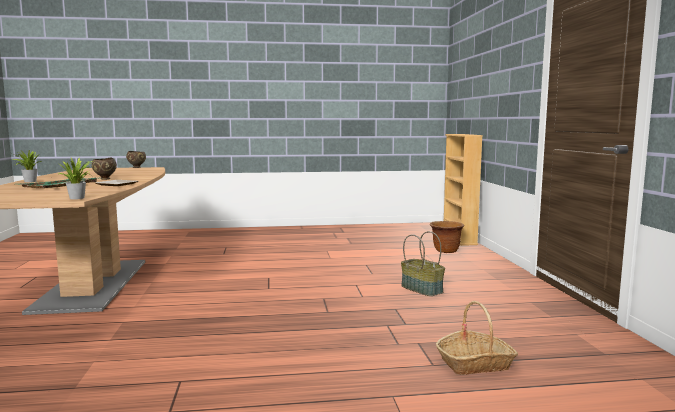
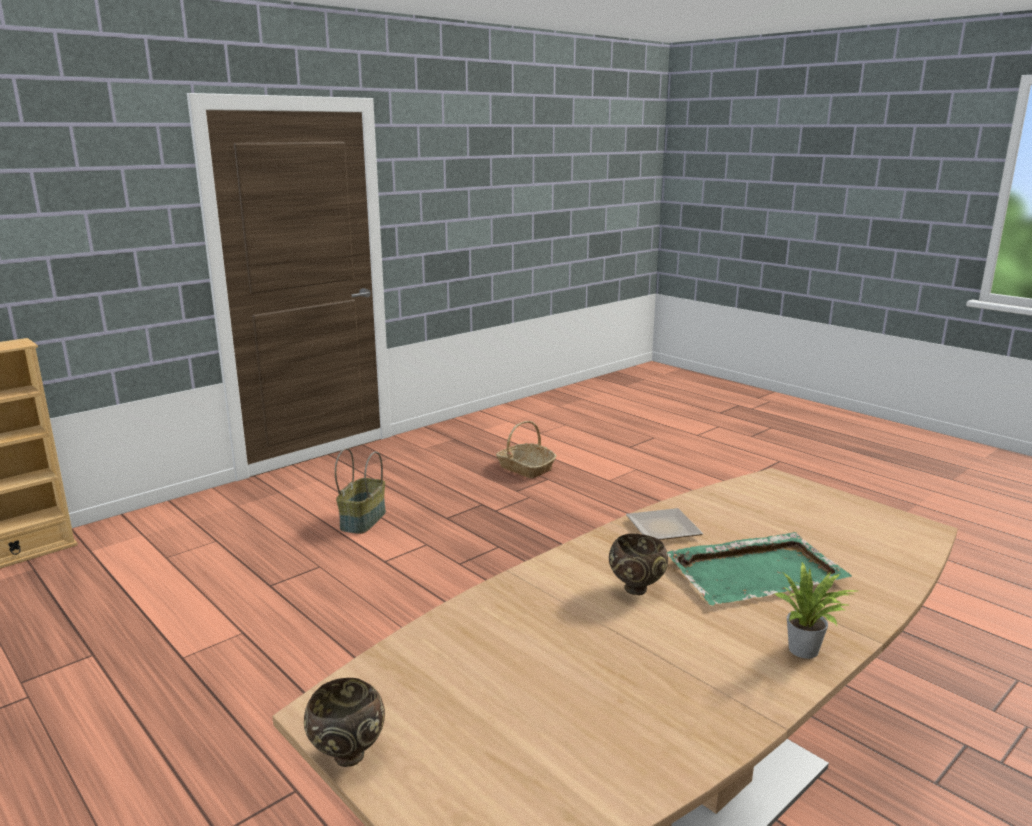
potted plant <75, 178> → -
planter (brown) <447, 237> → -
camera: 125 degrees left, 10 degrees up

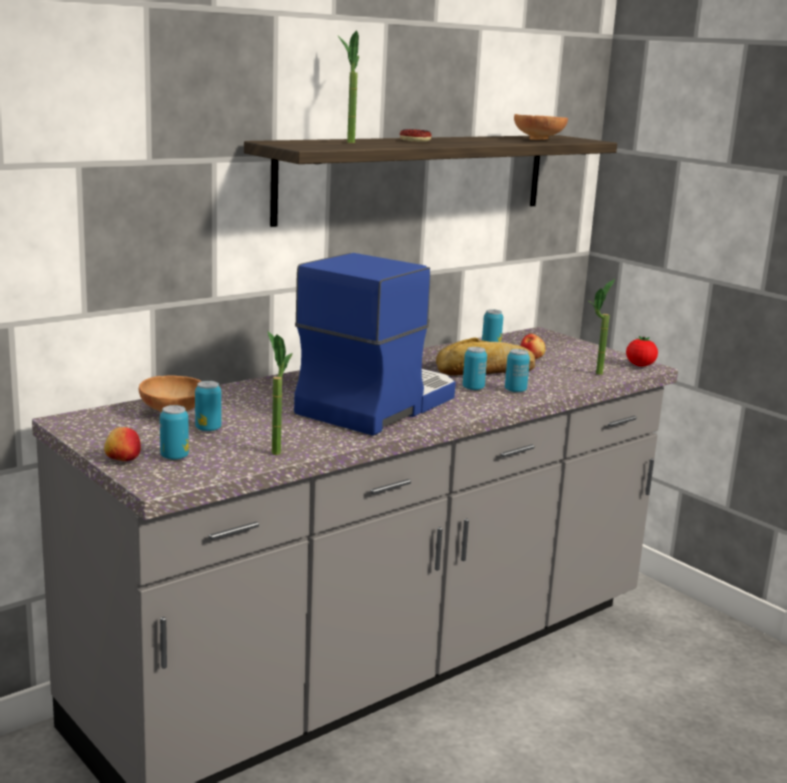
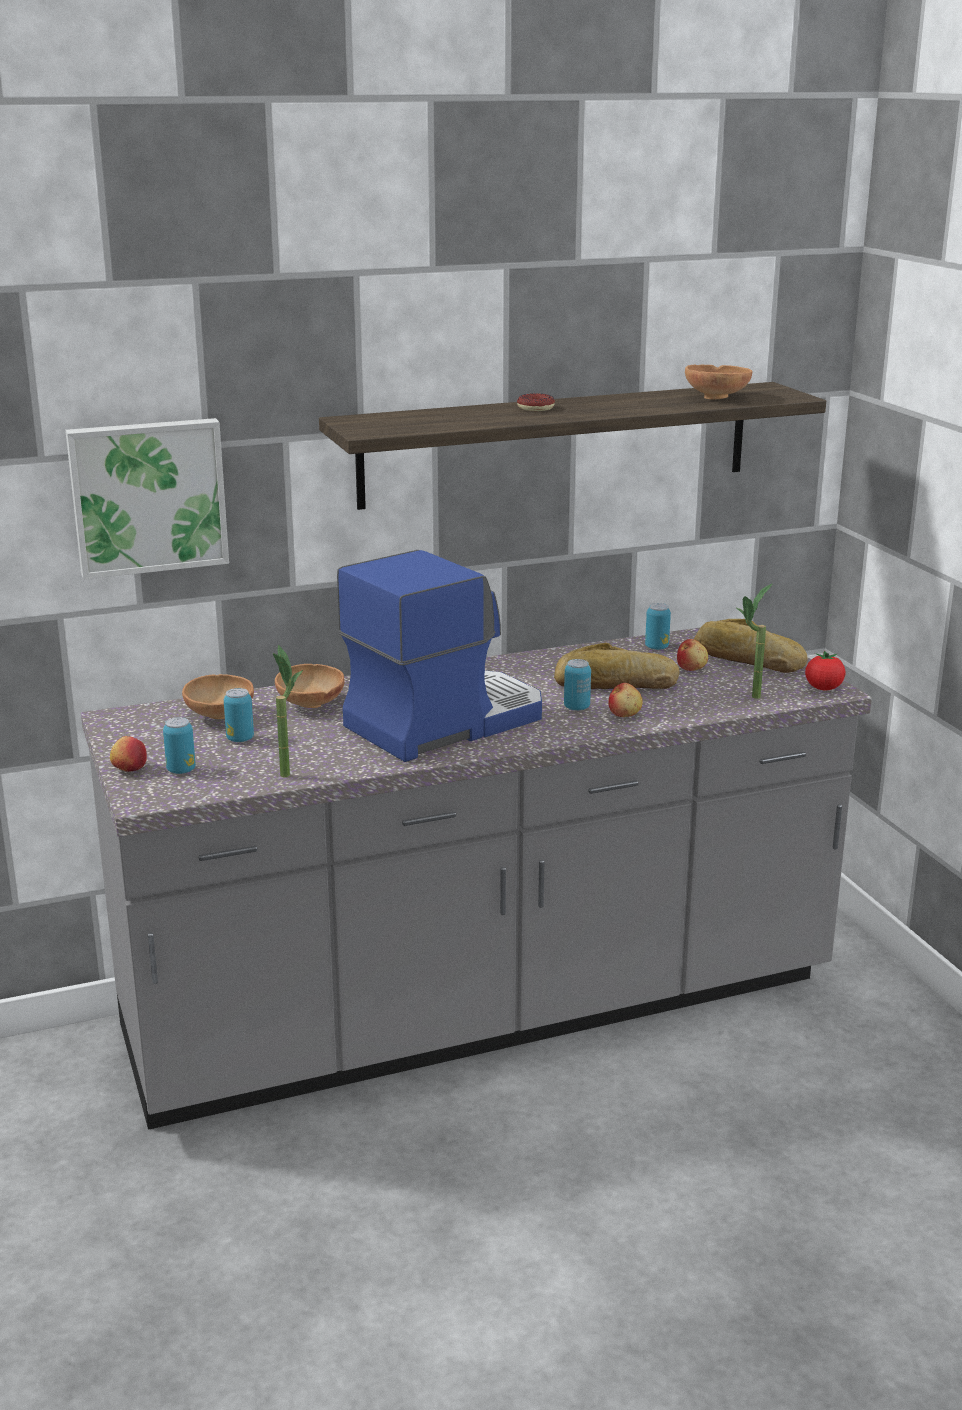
- → picture <147, 498>
- → bowl (brown) <310, 686>
can <517, 371> → apple <625, 700>
- → bread <751, 646>
potted plant <348, 86> → -
camera: 20 degrees right, 5 degrees up

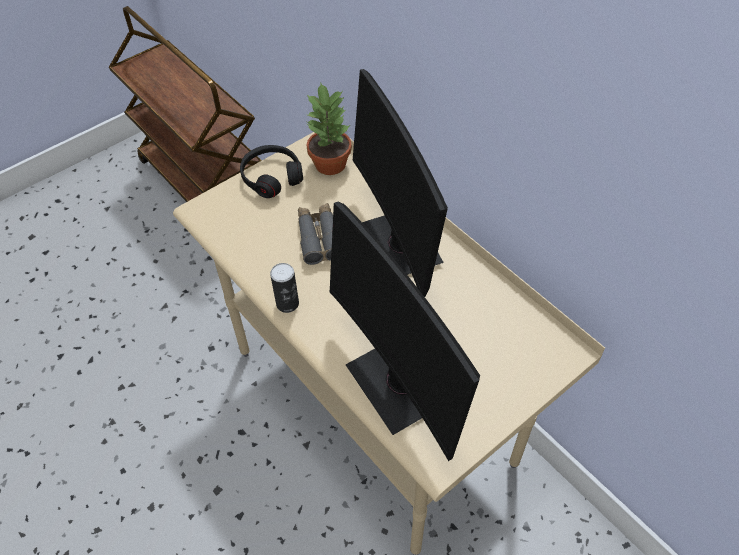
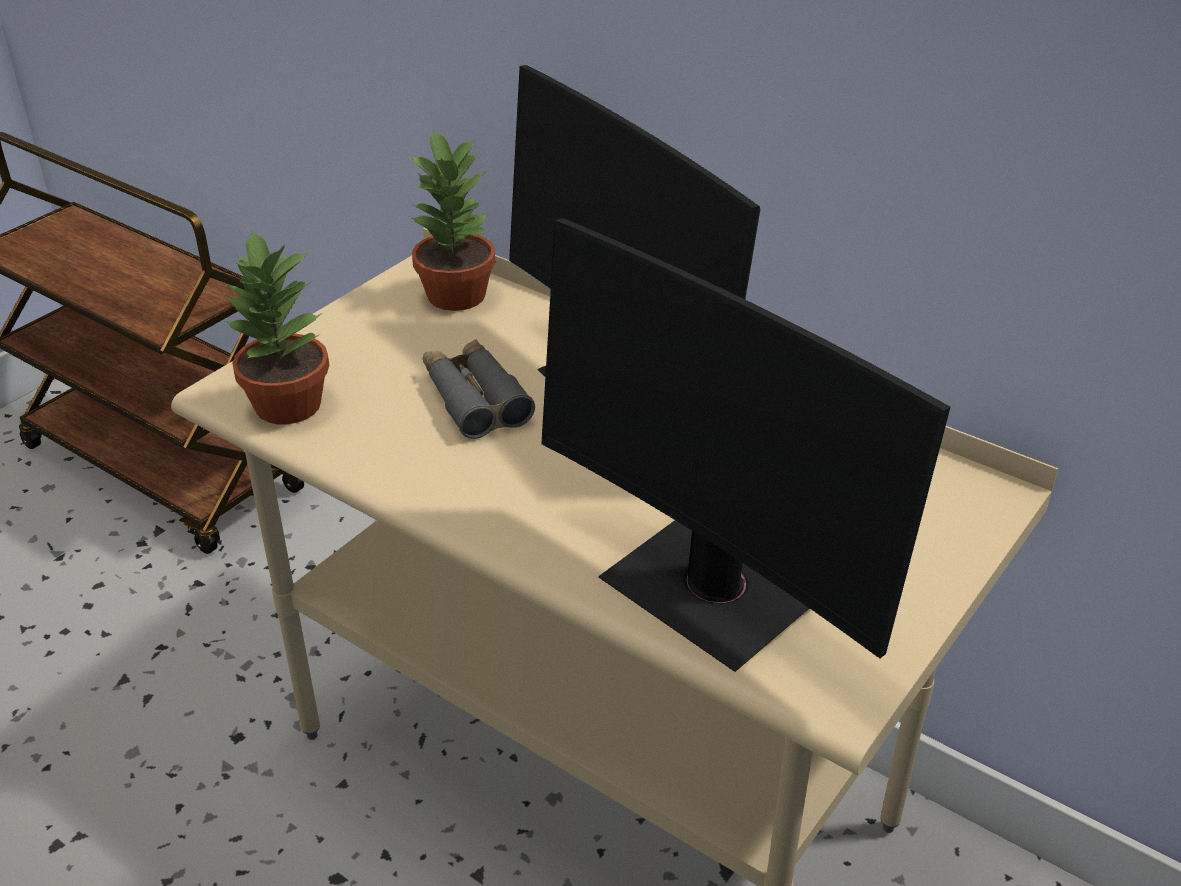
- → potted plant <277, 326>
headphones (black) <271, 171> → -
can <284, 288> → -
camera: 15 degrees left, 15 degrees down

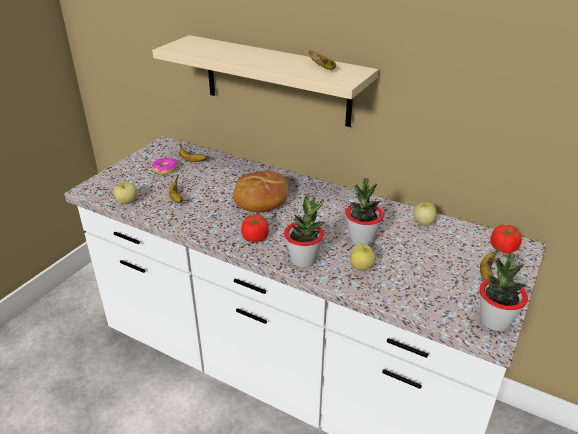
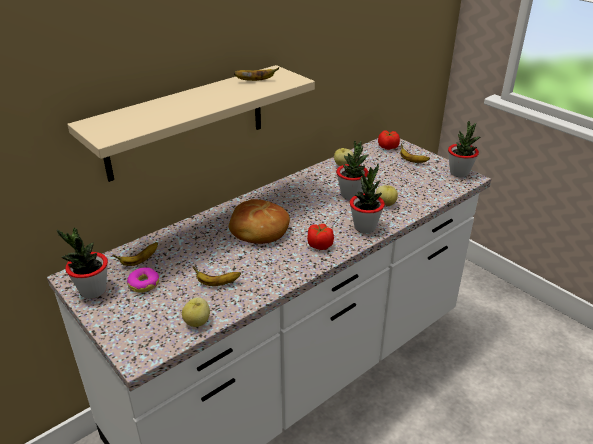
- → potted plant <82, 263>
camera: 70 degrees left, 0 degrees up

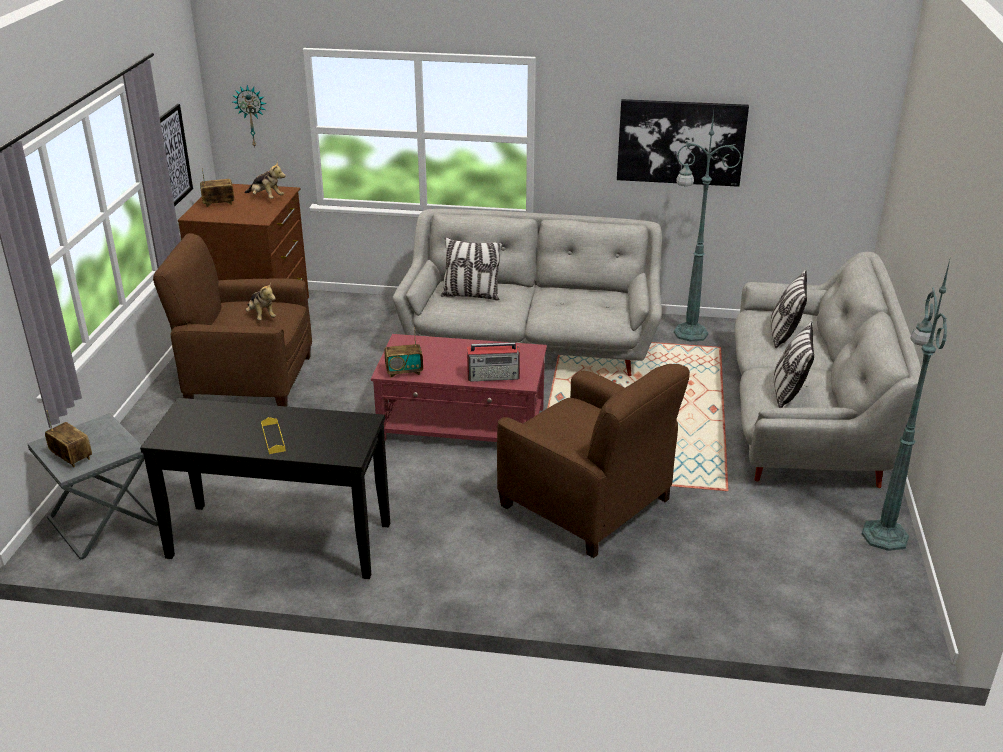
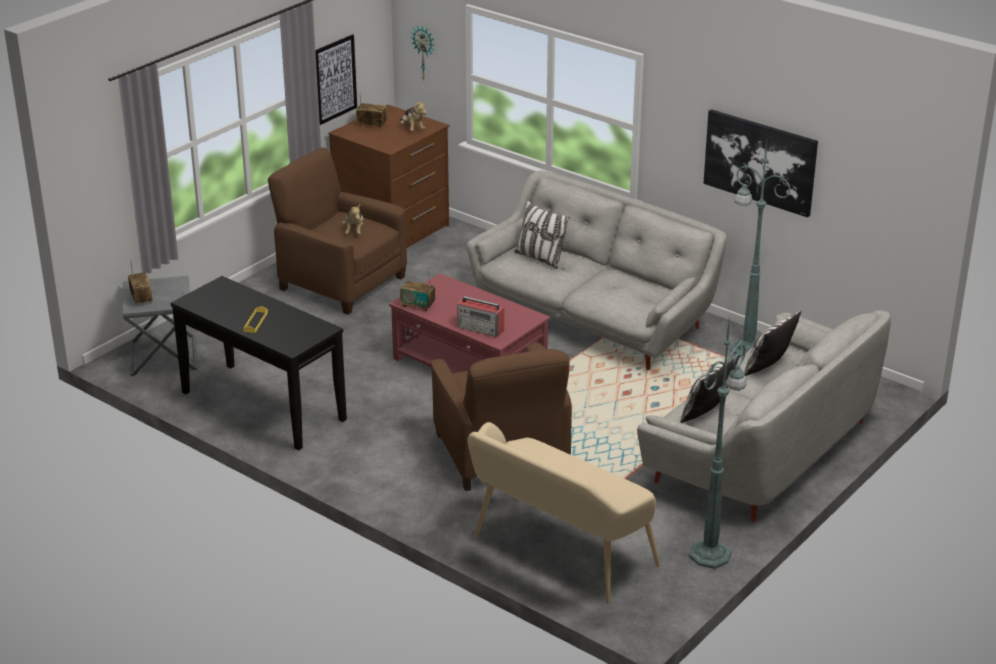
- → bench (beige) <564, 513>
camera: 30 degrees right, 0 degrees up

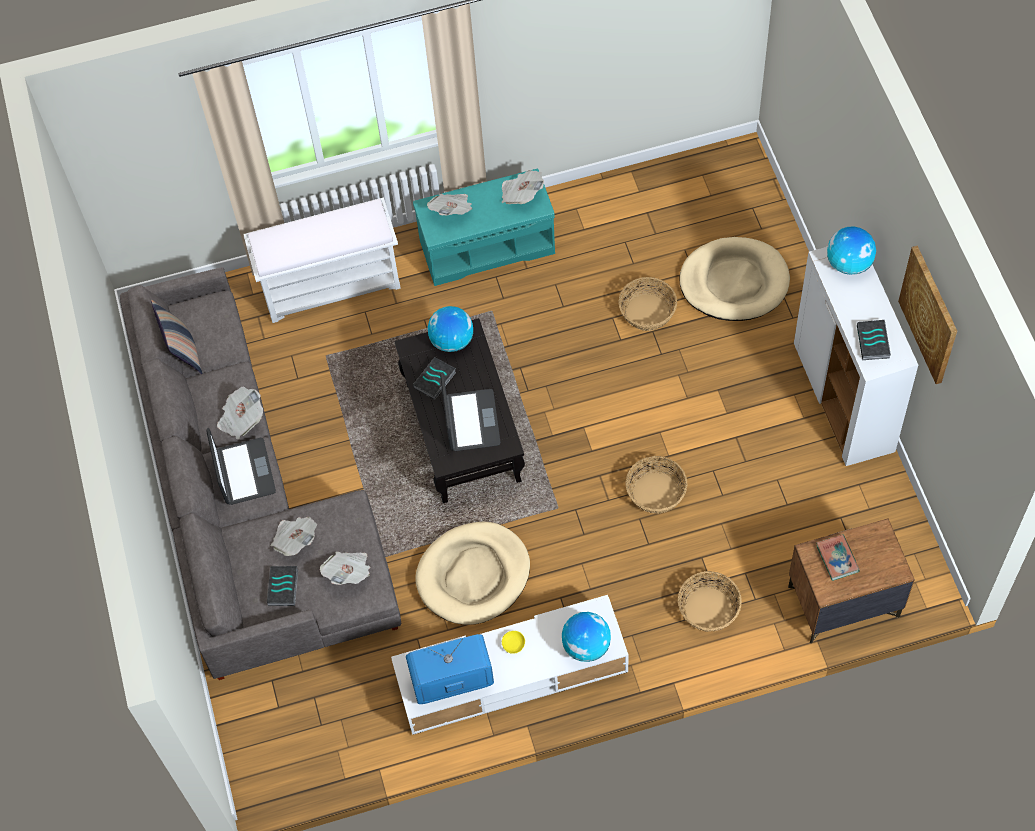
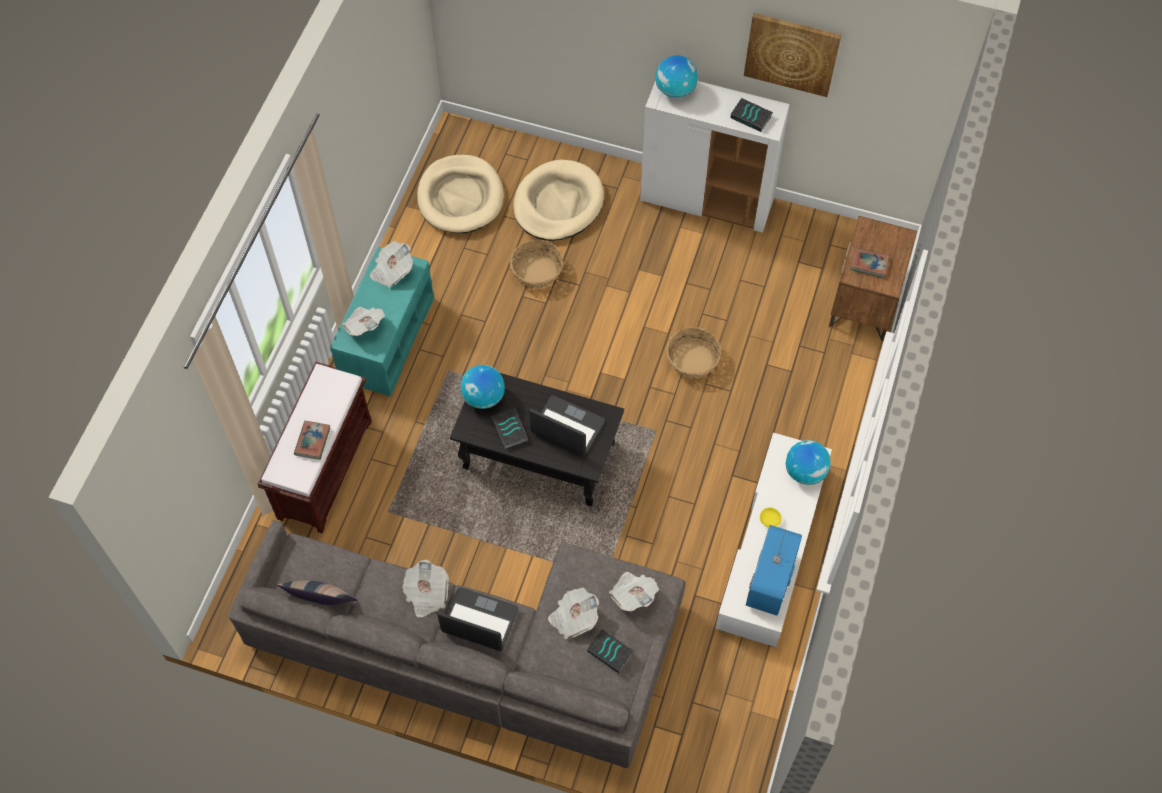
bench (white) <322, 260> → bench (brown) <314, 447>
- → book <312, 440>
dog bed (beige) <472, 573> → dog bed (beige) <460, 194>, moved
basket <710, 601> → -
camera: 60 degrees left, 0 degrees up

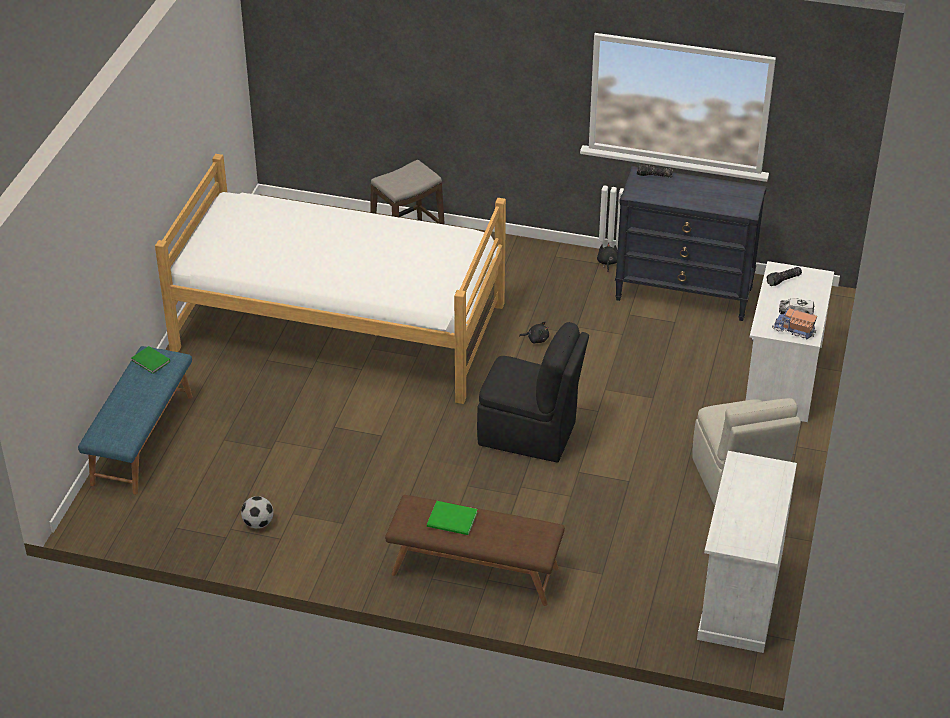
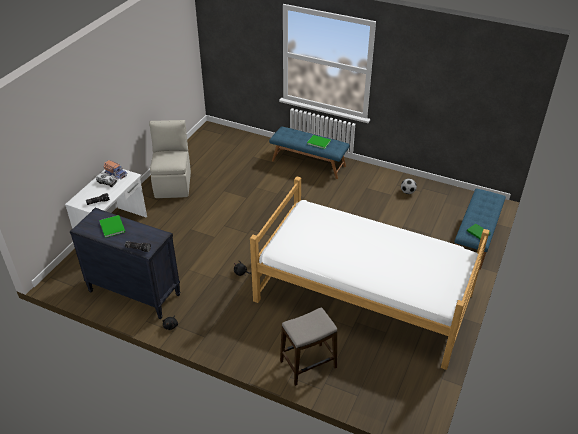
- → book (green) <112, 226>
bench (brown) <475, 550> → bench (blue) <309, 152>
chair (black) <533, 392> → -
cabinet (white) <747, 552> → -
camera: 170 degrees left, 0 degrees up

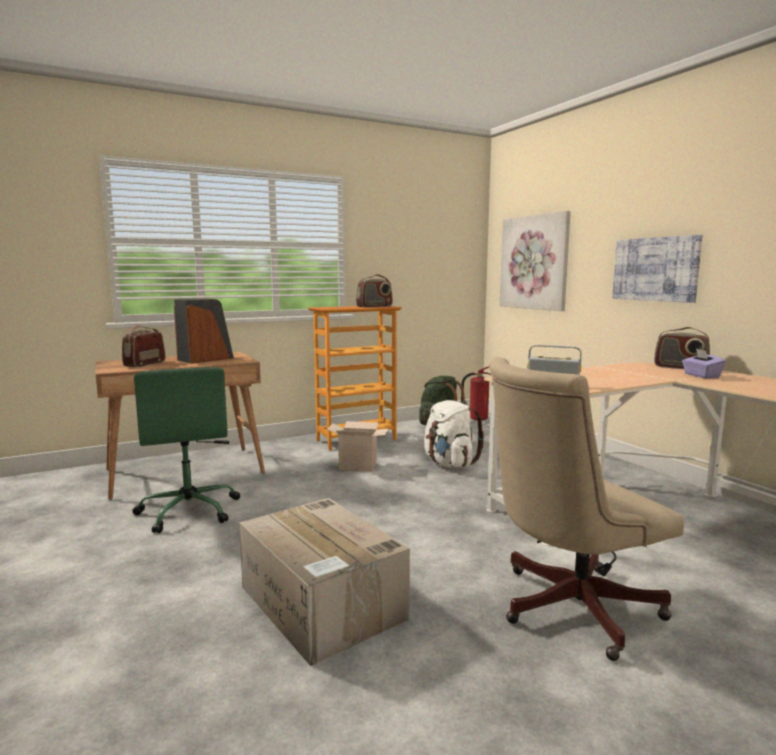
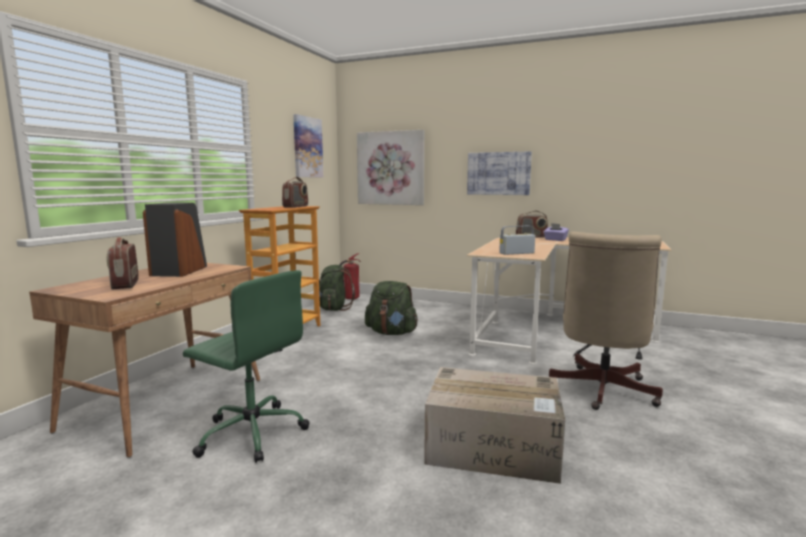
- → picture <308, 145>
backpack (white) <455, 434> → backpack (green) <391, 308>
cardboard box <357, 446> → -
camera: 40 degrees left, 0 degrees up

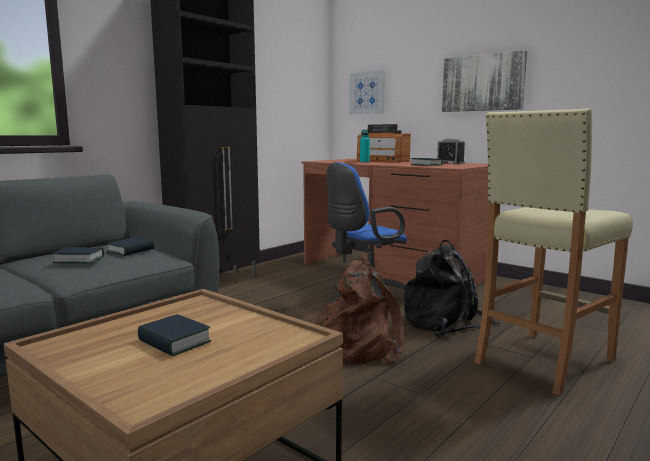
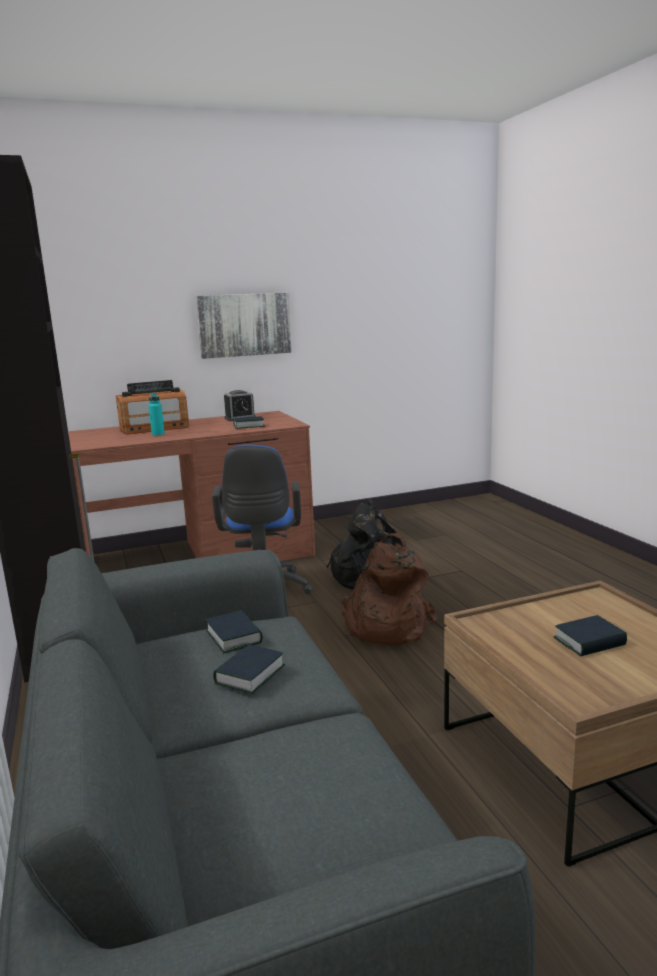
picture <367, 92> → -
stool (beige) <554, 252> → -
camera: 60 degrees left, 5 degrees up

